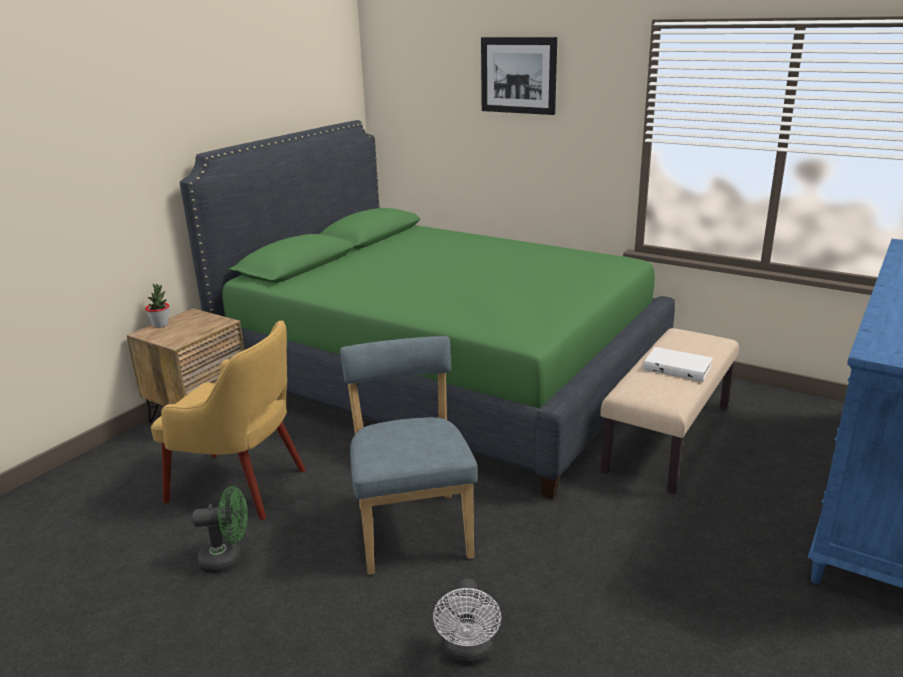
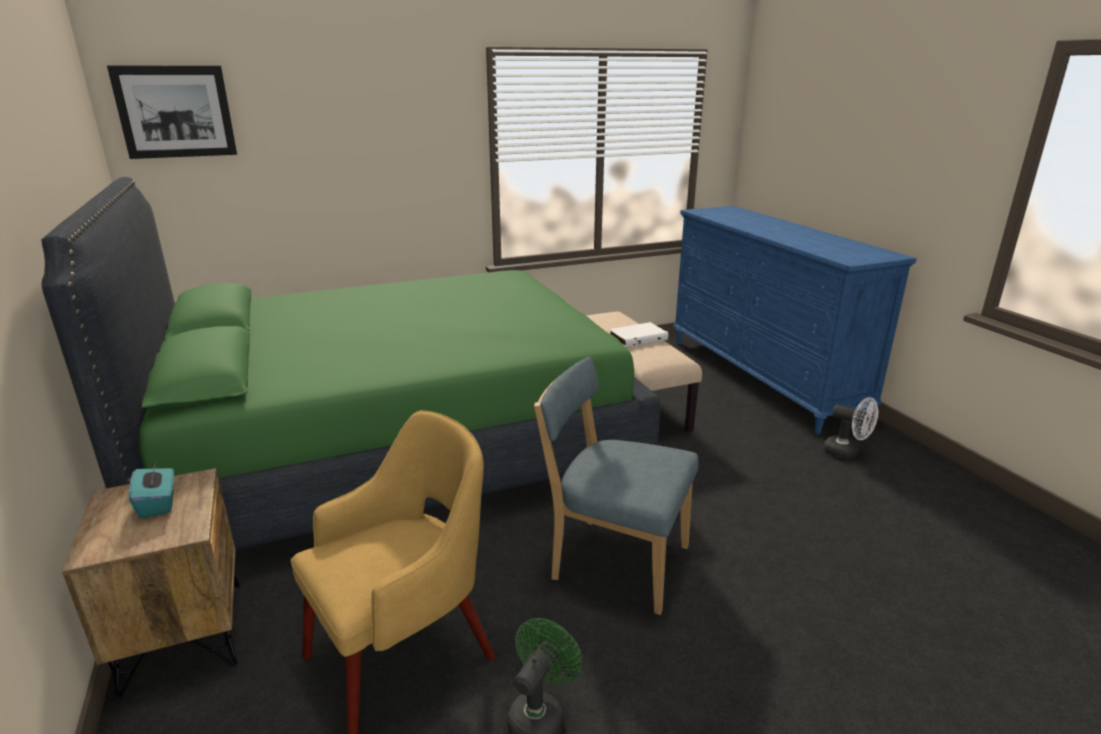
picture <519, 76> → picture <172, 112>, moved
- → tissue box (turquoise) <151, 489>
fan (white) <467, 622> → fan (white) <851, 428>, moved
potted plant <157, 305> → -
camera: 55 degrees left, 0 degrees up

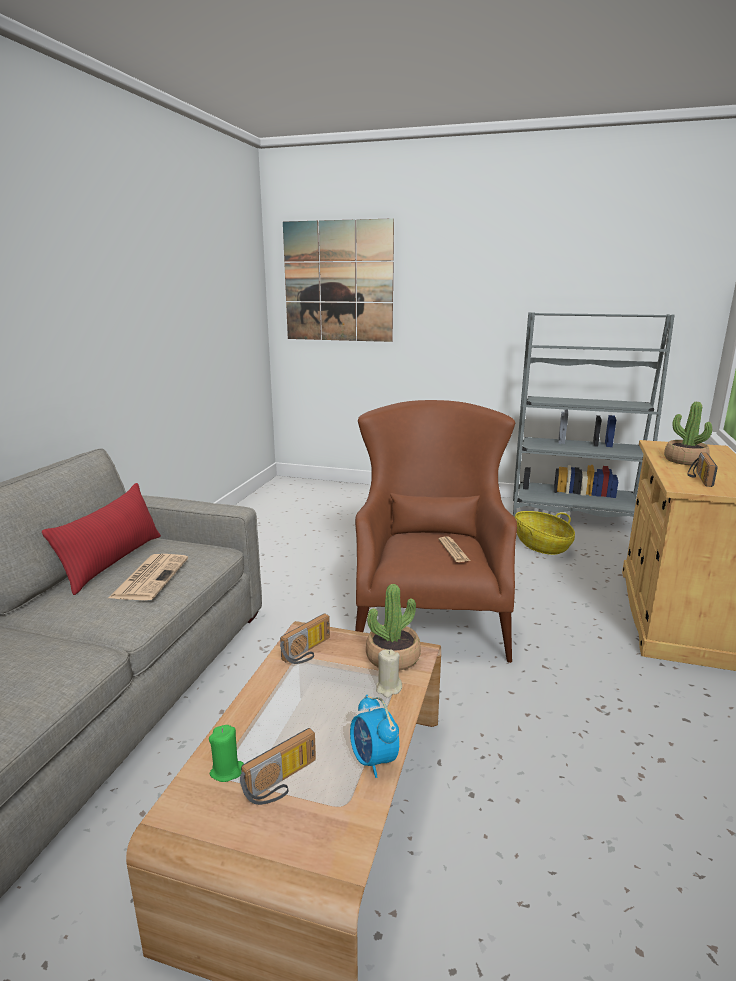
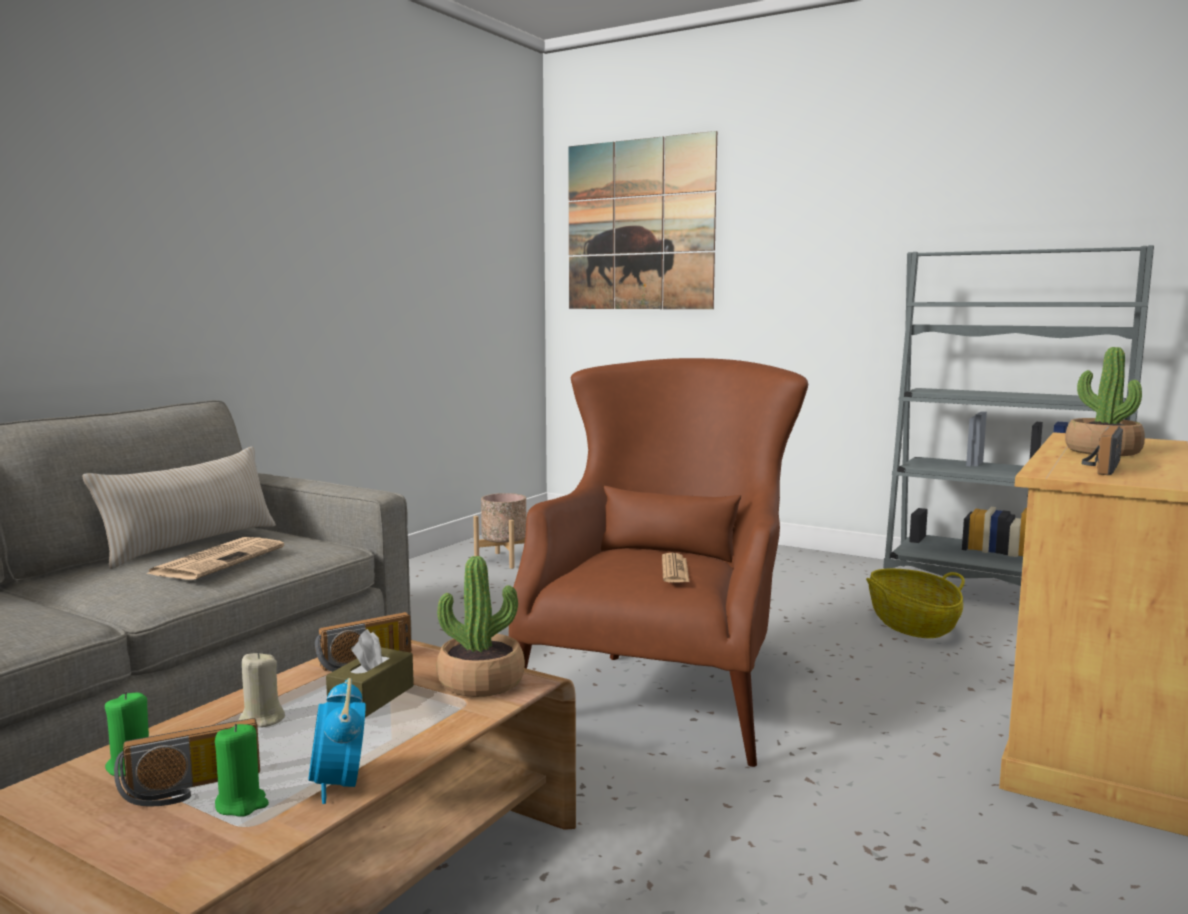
pillow (red) <101, 539> → pillow (beige) <179, 507>
- → candle (green) <242, 770>
candle (beige) <389, 673> → candle (beige) <262, 689>, moved
- → tissue box (brown) <370, 673>
- → planter (beige) <499, 531>
camera: 15 degrees right, 10 degrees down

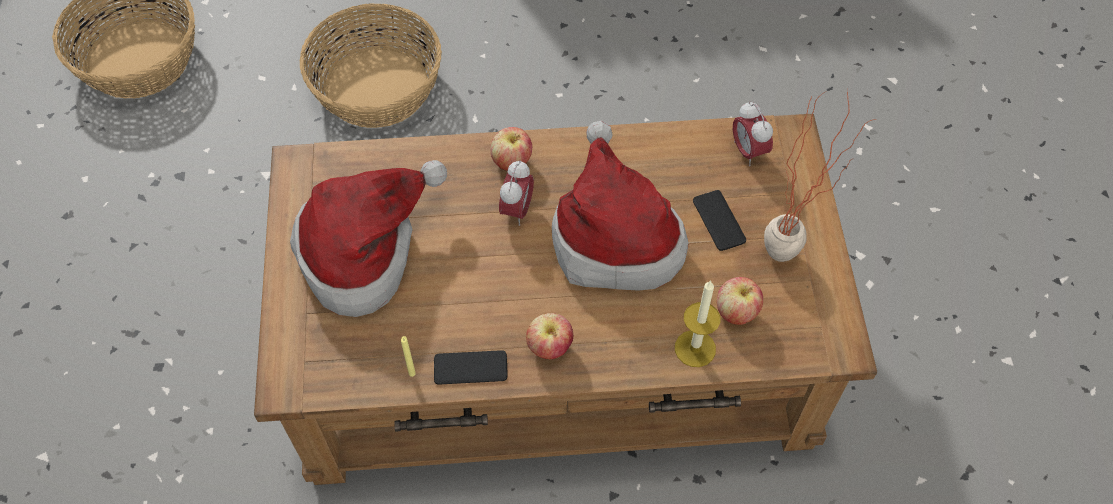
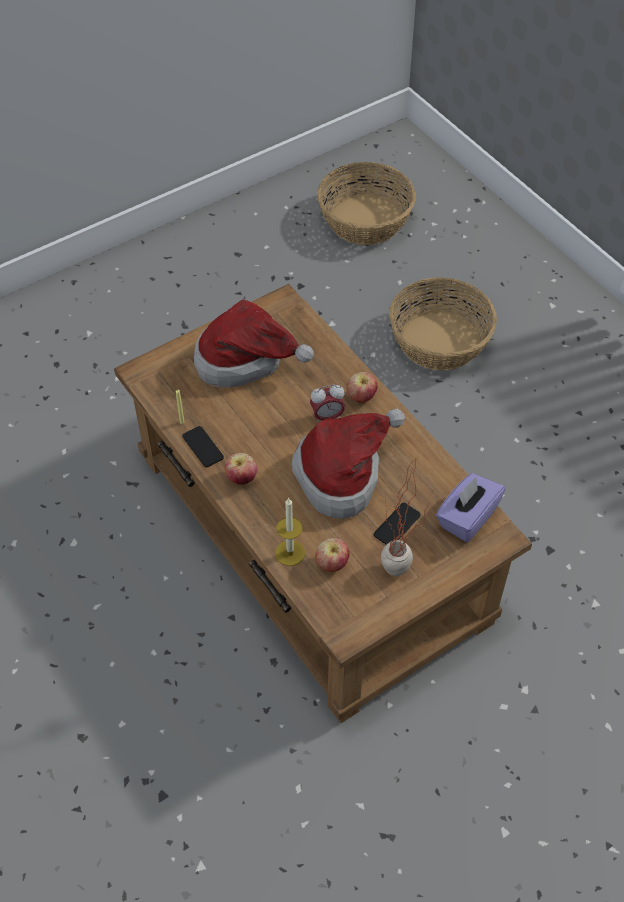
alarm clock <753, 133> → tissue box (purple) <471, 507>
camera: 60 degrees right, 5 degrees down

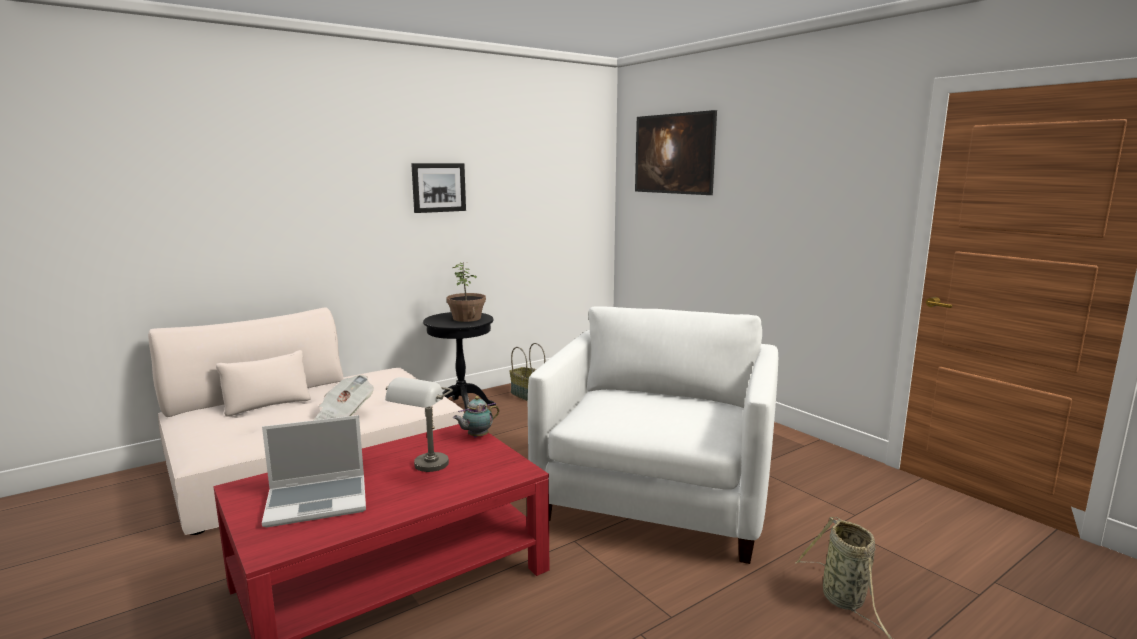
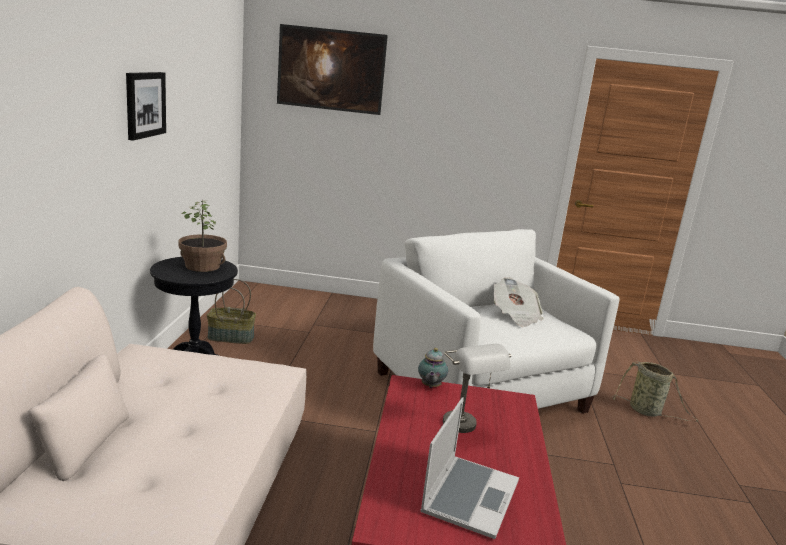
newspaper <344, 397> → newspaper <518, 302>, moved
camera: 50 degrees left, 5 degrees up

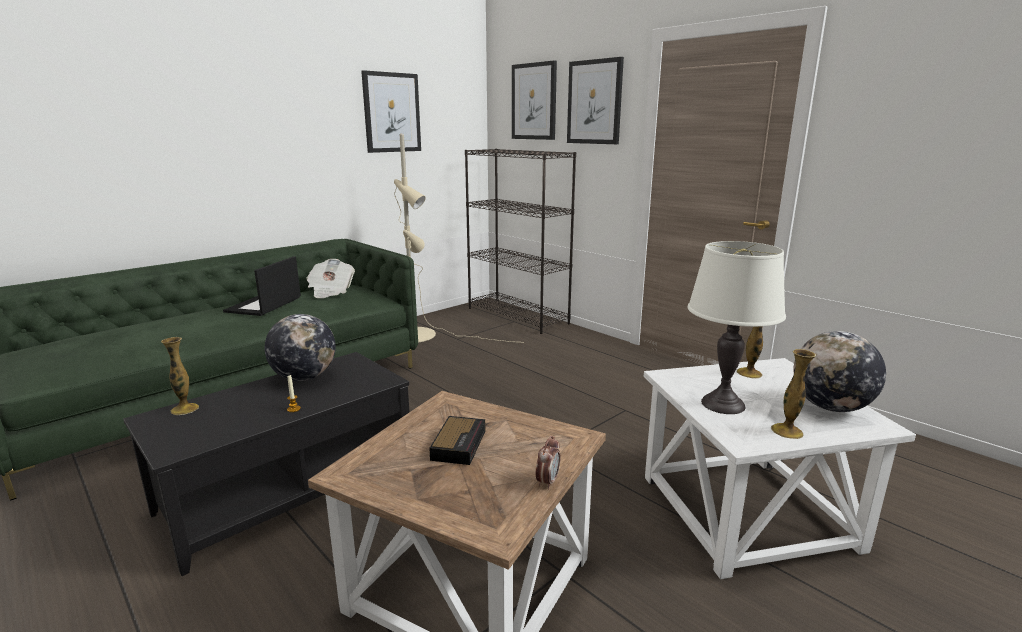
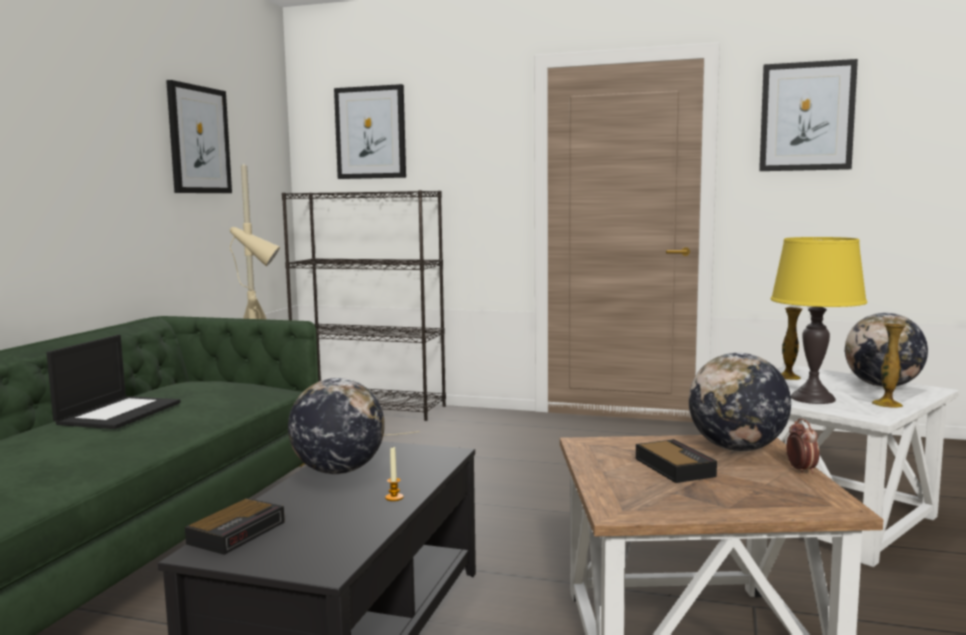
laptop <262, 286> → laptop <114, 382>, 150 degrees counterclockwise
vase <180, 376> → alarm clock <235, 526>
- → globe <740, 402>
picture <595, 100> → picture <808, 115>, moved
table lamp (white) <737, 327> → table lamp (yellow) <818, 320>
newspaper <330, 278> → -
camera: 30 degrees left, 10 degrees down

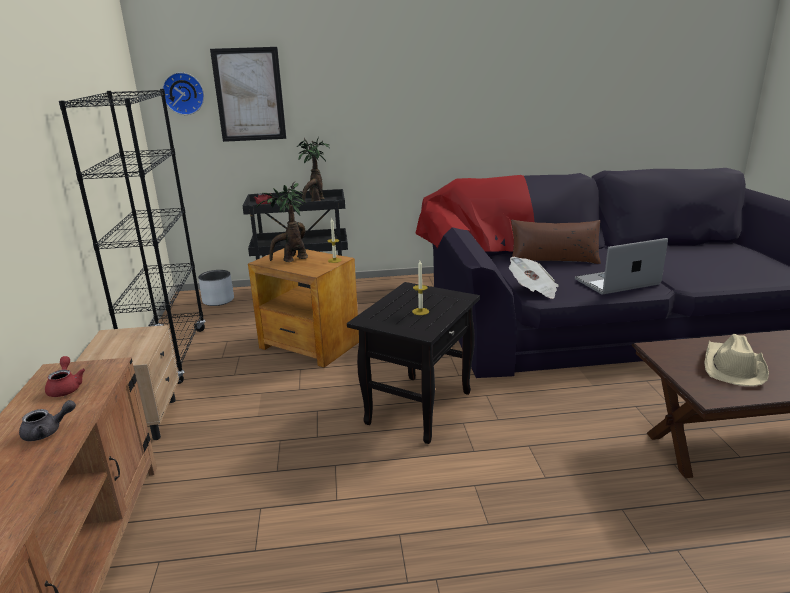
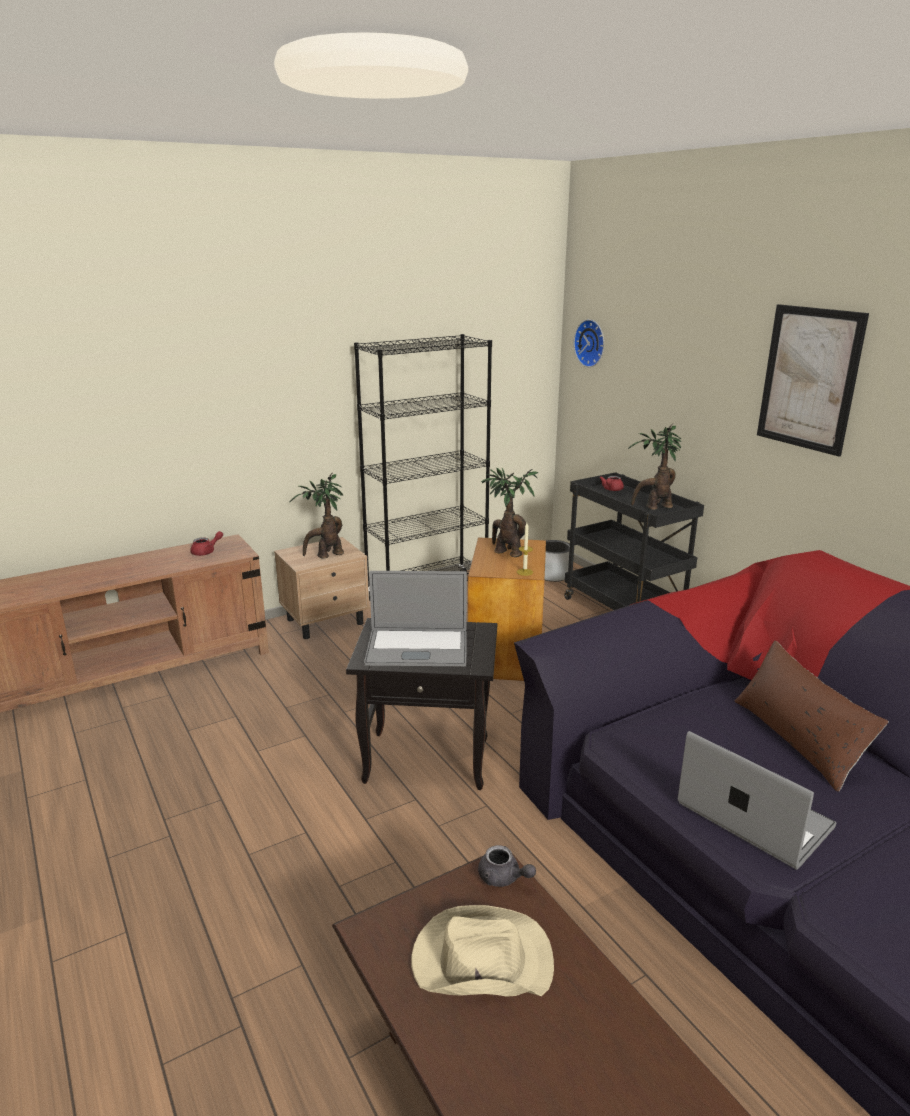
- → potted plant <316, 516>
candle <420, 288> → laptop <415, 618>
teapot (grey) <47, 420> → teapot (grey) <507, 866>, moved
picture <248, 94> → picture <813, 380>, moved
newspaper <534, 278> → -
camera: 65 degrees right, 0 degrees up

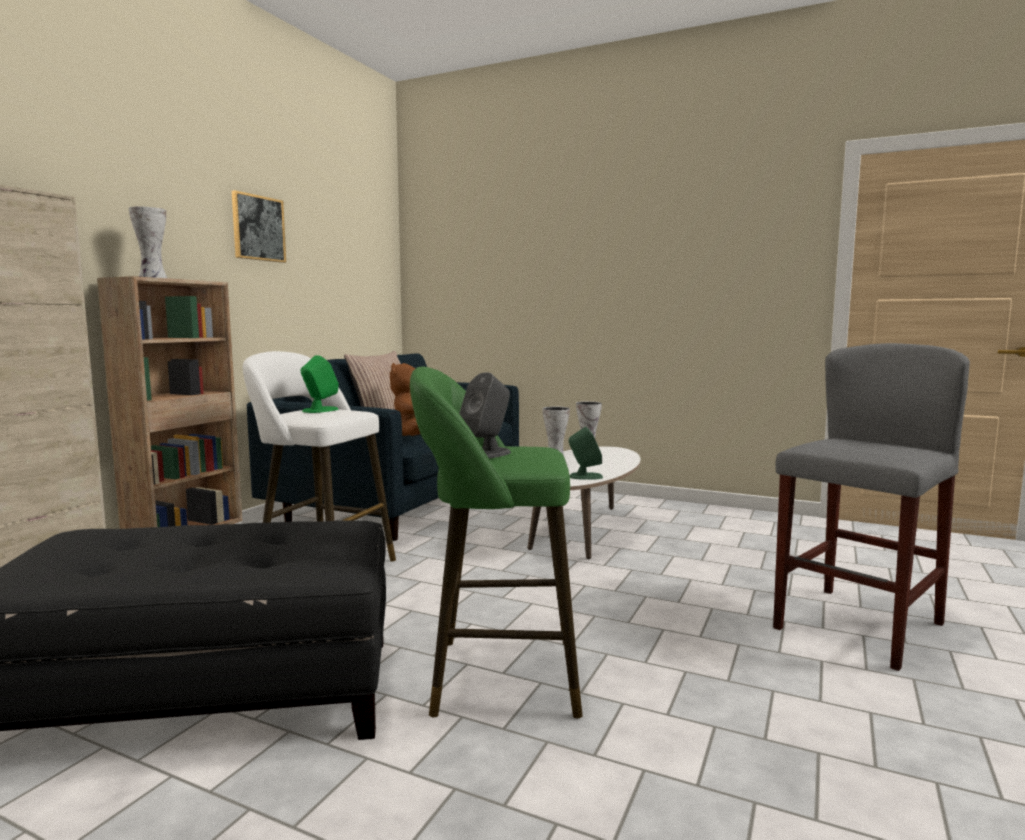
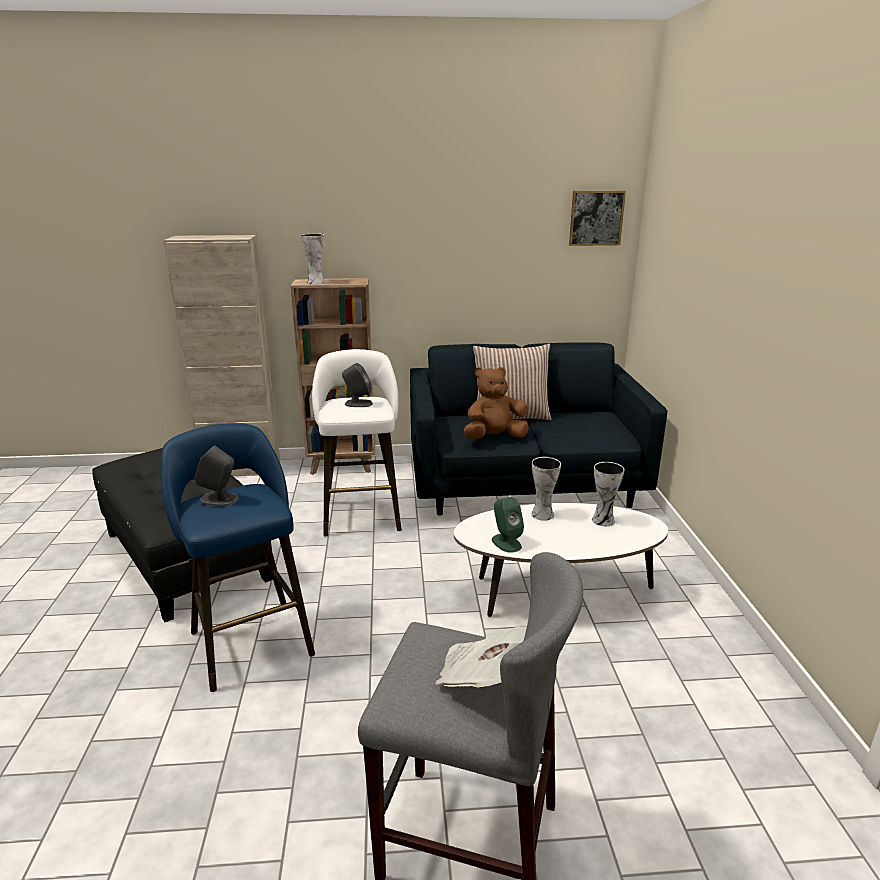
stool (green) <496, 542> → stool (blue) <238, 557>
speaker (green) <320, 384> → speaker (grey) <357, 385>
- → newspaper <481, 656>
picture <259, 226> → picture <597, 218>, moved
camera: 60 degrees right, 15 degrees up

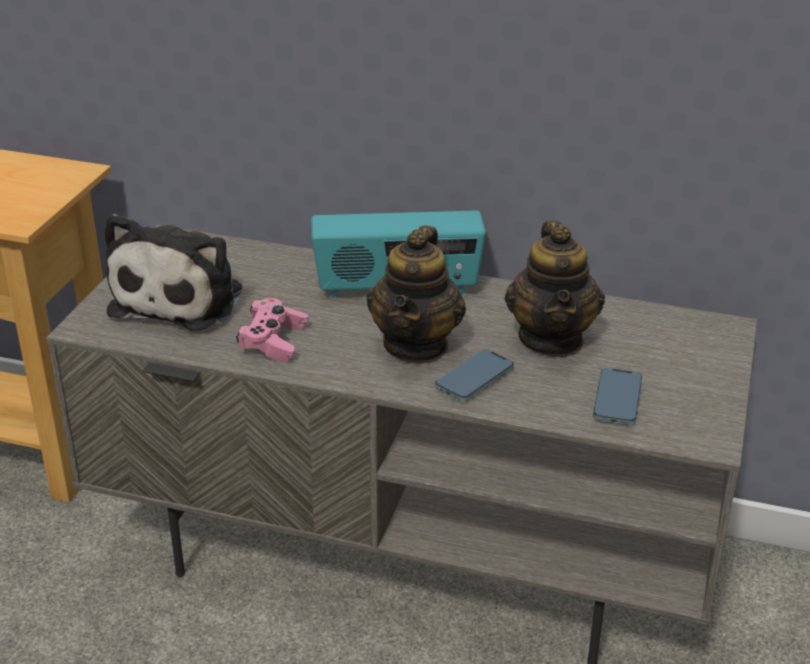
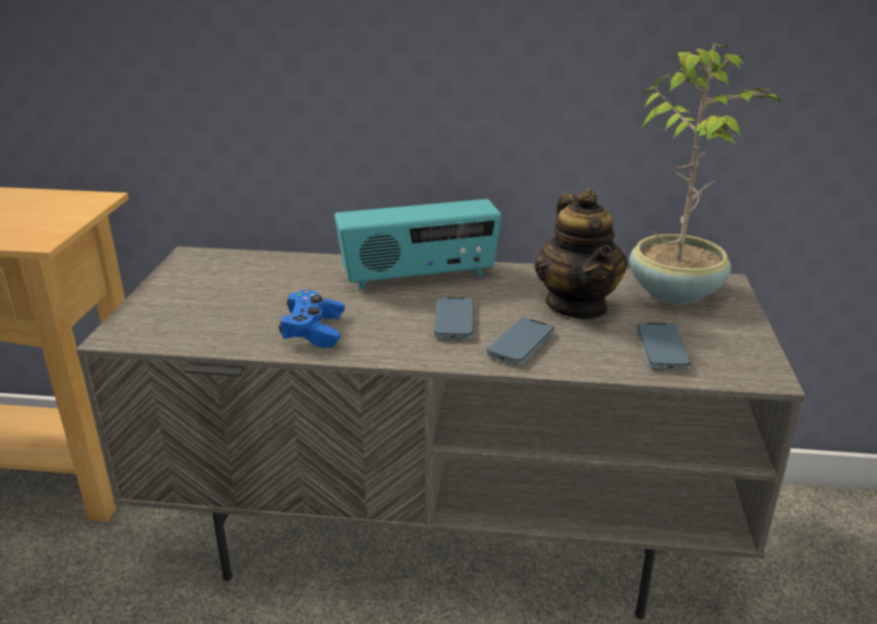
game controller (pink) <272, 330> → game controller (blue) <312, 319>
teapot <416, 294> → phone <454, 318>
- → potted plant <705, 174>
plush toy <173, 272> → -
camera: 10 degrees left, 5 degrees down

